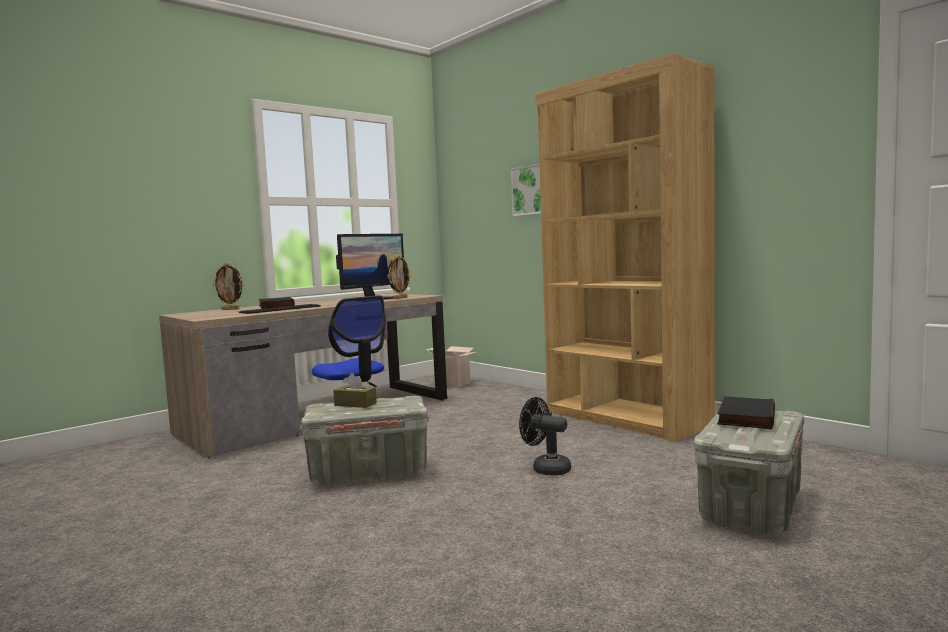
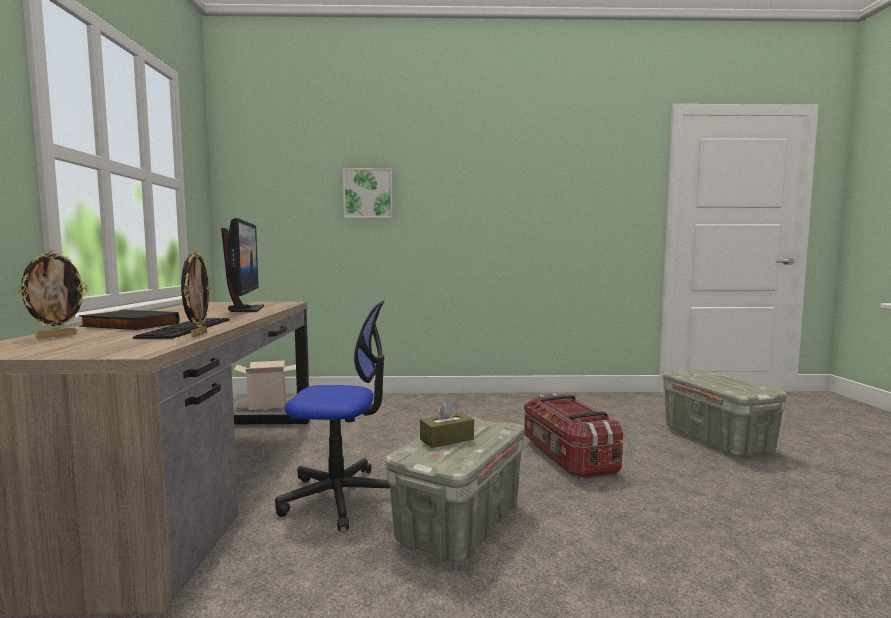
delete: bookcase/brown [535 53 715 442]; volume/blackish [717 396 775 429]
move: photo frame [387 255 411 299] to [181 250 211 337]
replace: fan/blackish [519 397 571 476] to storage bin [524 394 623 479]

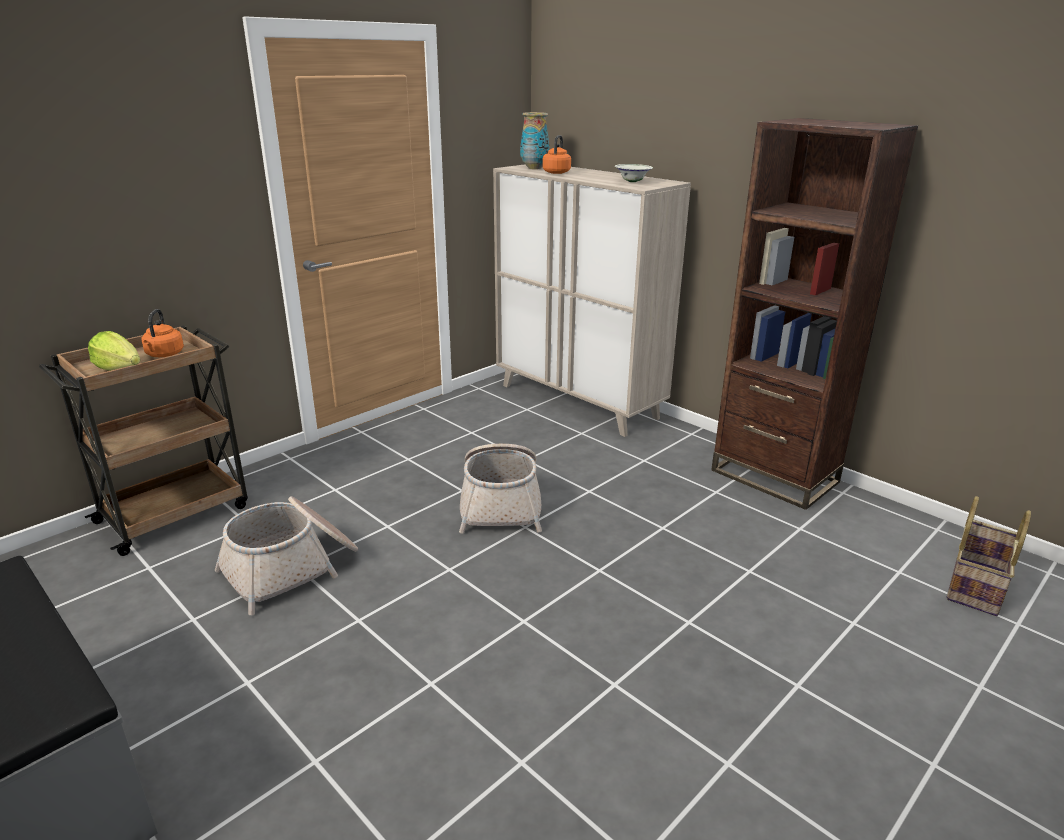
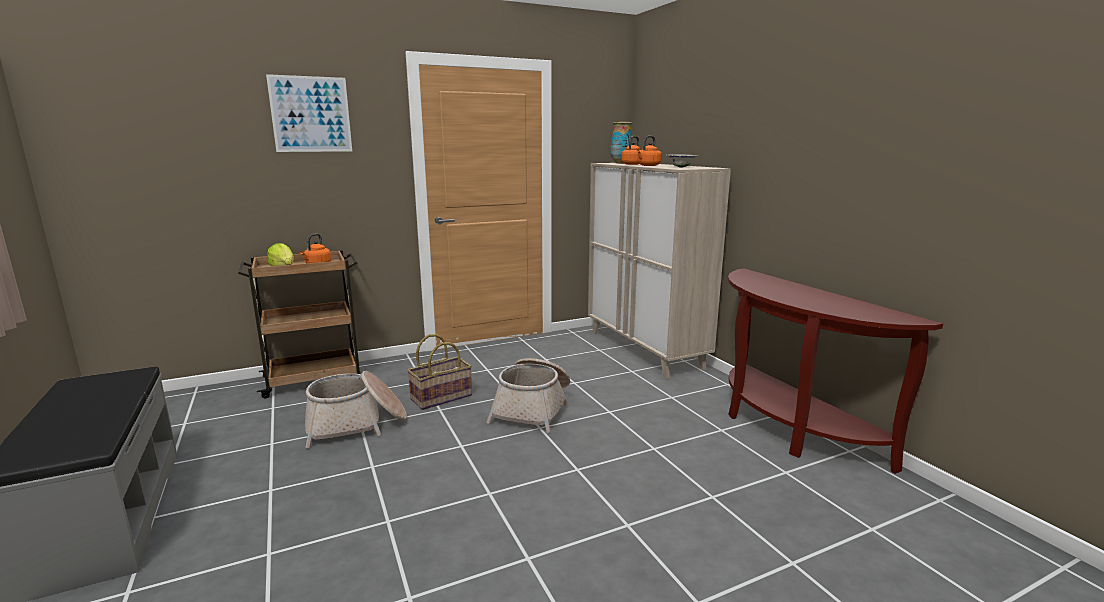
insert: wall picture [266 74 352 152]; water kettle/orangey [637 136 662 166]
move: household basket [946 496 1031 616] to [407 334 472 410]
replace: bookcase/brown [711 118 918 510] to narrow table/brown [728 269 943 474]

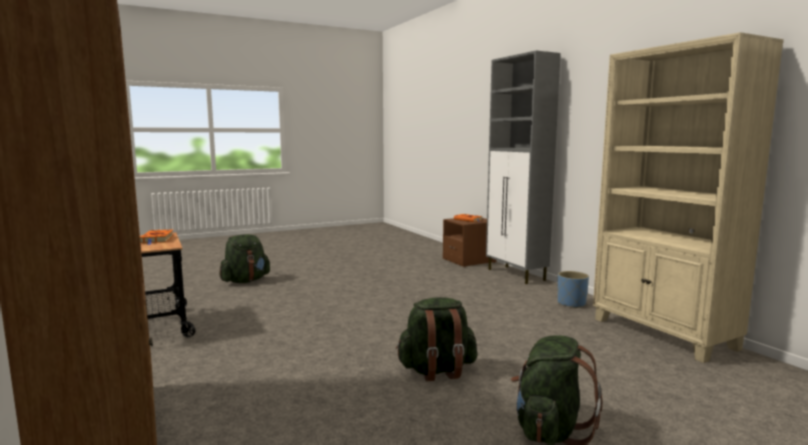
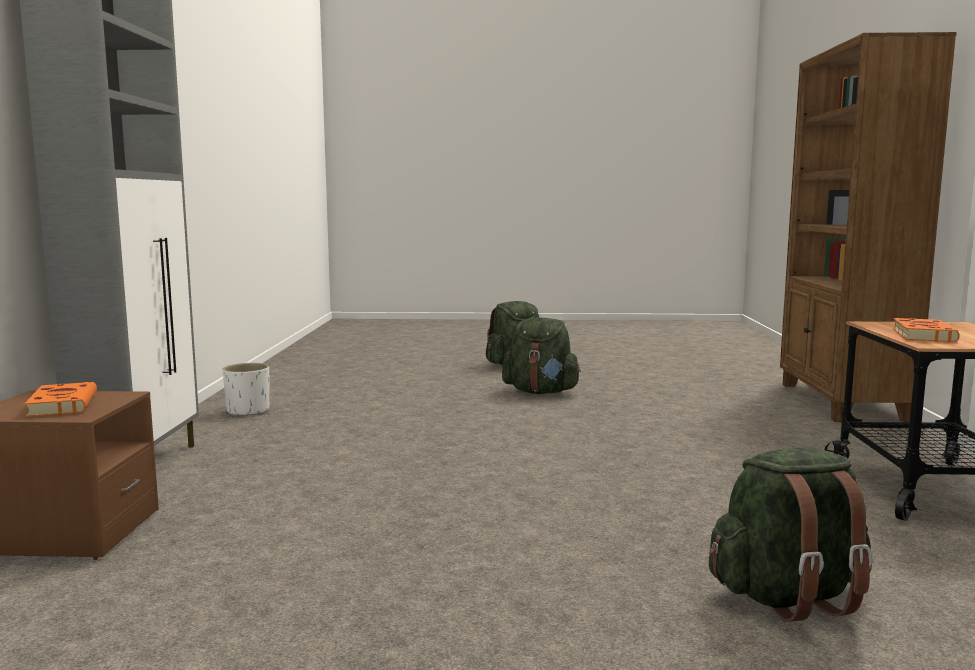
delete: bookcase/sand-coloured [593 32 784 363]
recolor: planter/blue-coloured [558 271 589 308] to planter/white-coloured [222 363 269 416]

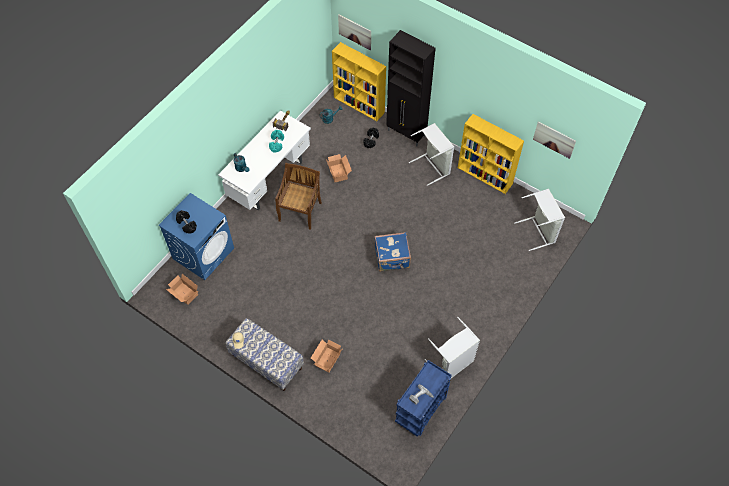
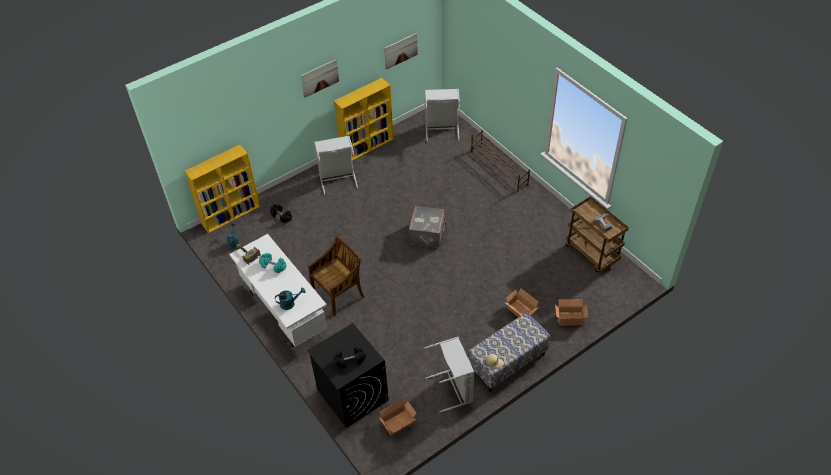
delete: storage cabinet/blackish [386 30 436 146]
insert: shoe rack/brown [471 130 530 192]
move: wall picture [338 14 371 50] to [301 59 339 97]; laundry basket/gray [425 317 480 378] to [425 337 474 412]; cardboard box [326 154 352 182] to [555 299 588 325]
recolor: washing machine/blue-coloured [159 193 234 280] to washing machine/blackish [307 323 389 428]; travel case/blue-coloured [375 232 411 272] to travel case/gray [409 206 446 248]; cart/blue-coloured [395 360 452 437] to cart/brown [566 196 629 272]
rotate: plain chair/brown [275 163 322 230] = [308 236 364 316] 105 degrees clockwise

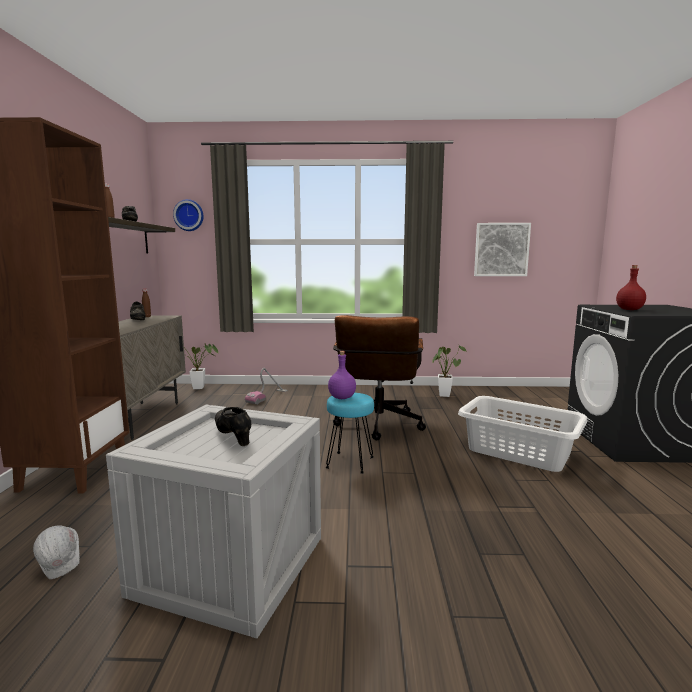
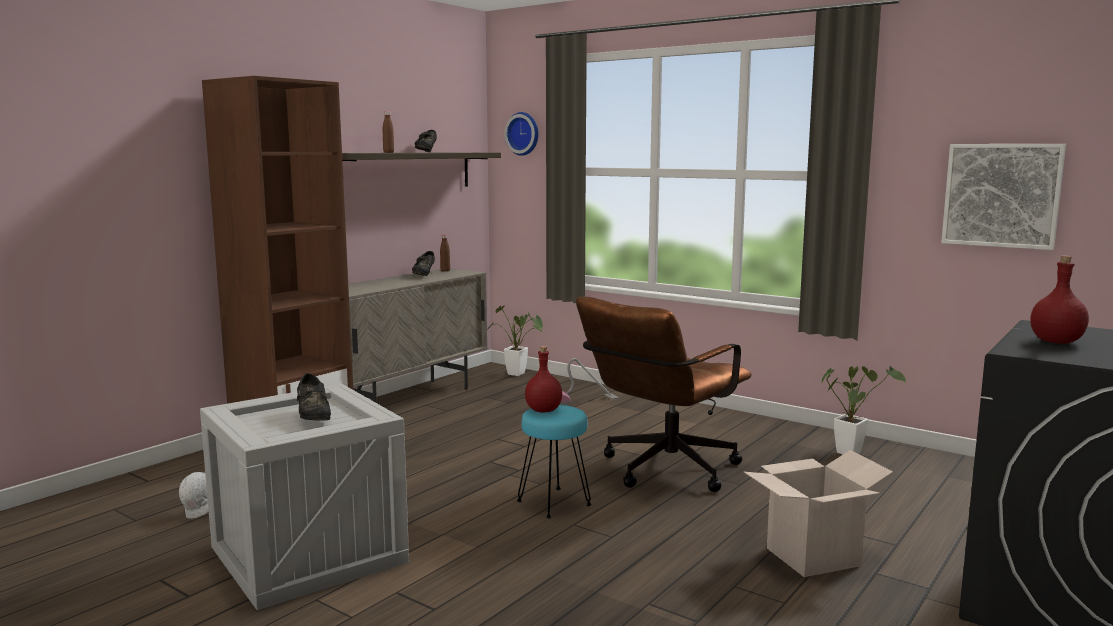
replace: laundry basket/white-coloured [458 396 587 472] to cardboard box [744 450 893 577]
recolor: bottle/purple [328 351 356 399] to bottle/red-coloured [525 346 562 412]
rotate: item of footwear/blackish [215 407 251 446] = [297 373 331 421] 150 degrees clockwise

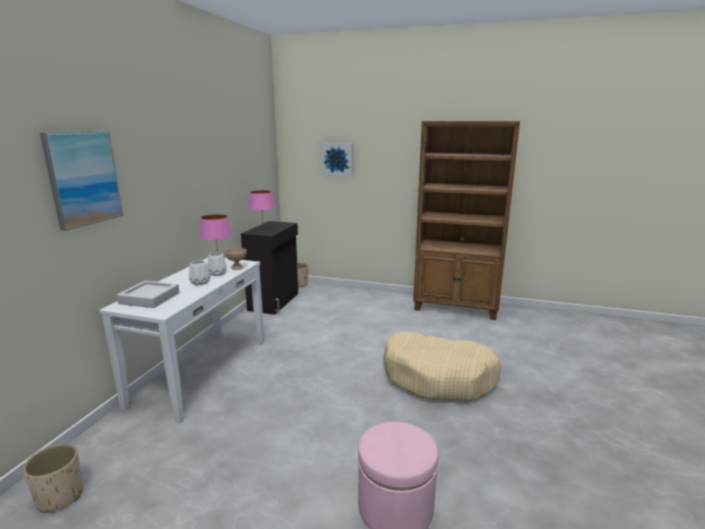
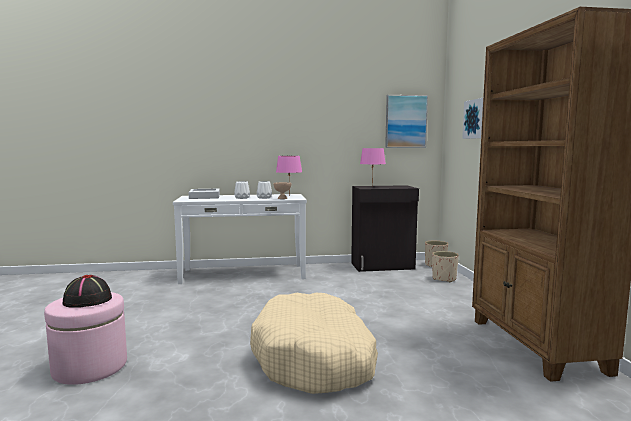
insert: wearable hat/blackish [63 275 112 308]
move: wall picture [40 131 123 231] to [385 95 428 148]; planter/sand-coloured [23 444 84 513] to [432 251 459 282]

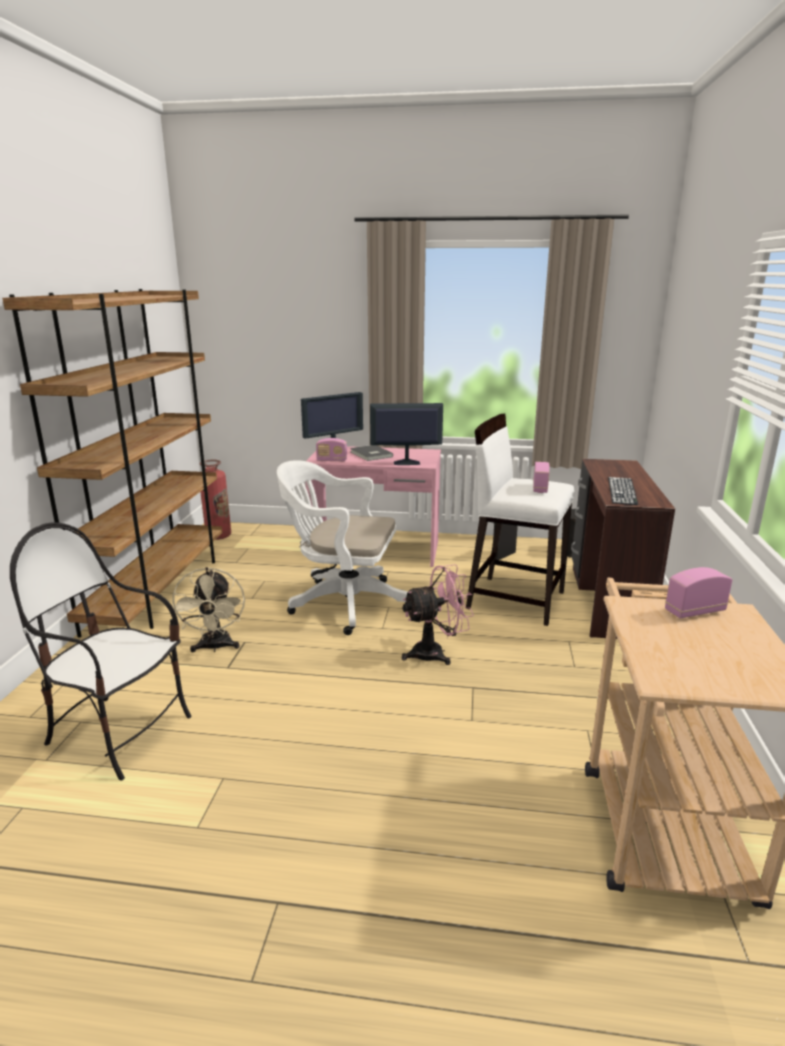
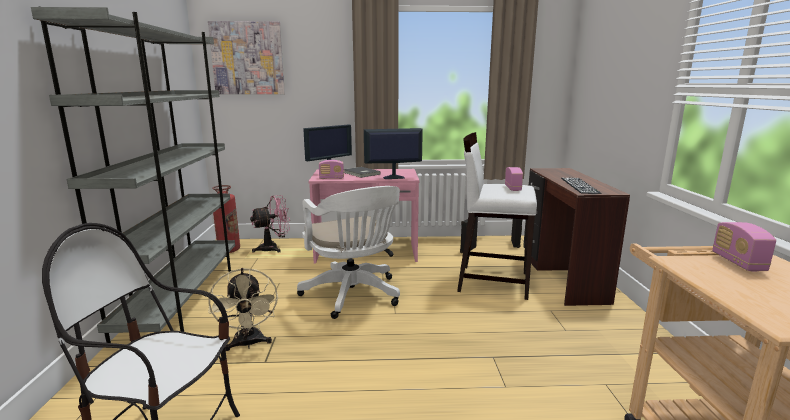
insert: wall picture [208 21 285 94]
move: fan/pinkish [402 564 473 665] to [250 195 290 253]
recolor: bookcase/brown [2 289 222 638] to bookcase/gray [31 7 235 343]
rotate: desk chair/white-coloured [277 460 408 635] = [297 186 400 319] 120 degrees counterclockwise; radio set [665 567 732 619] = [712 222 776 272] 60 degrees counterclockwise

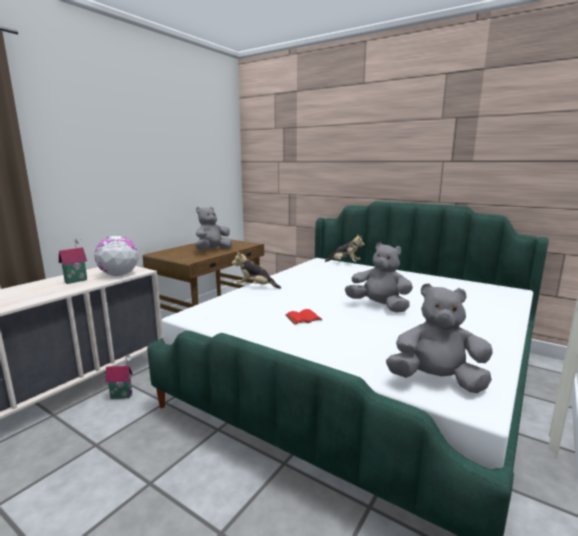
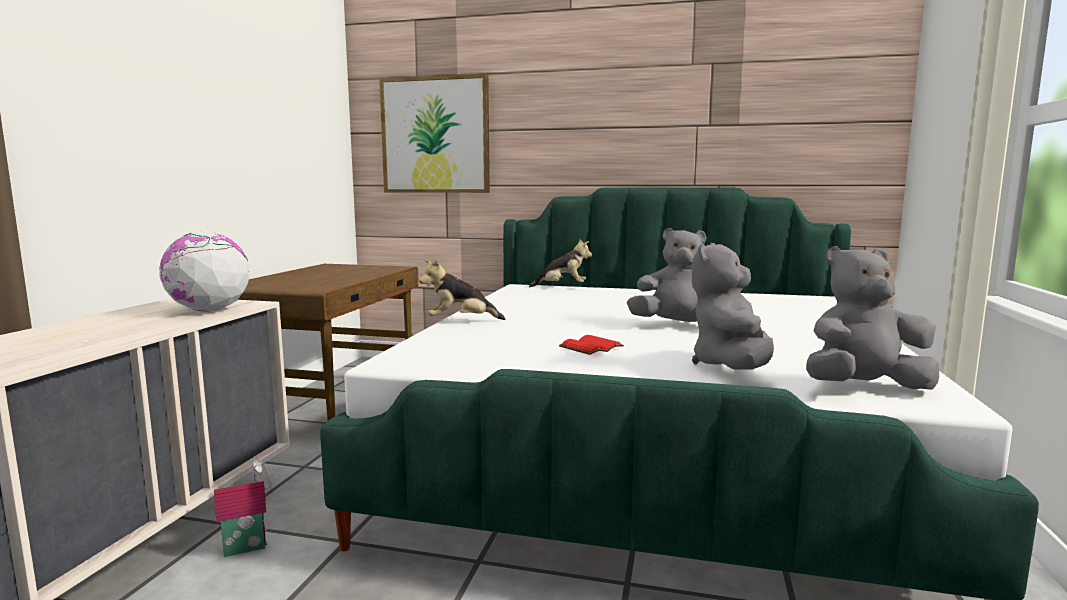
delete: toy house [59 238 87 284]
insert: wall picture [379 74 490 193]
move: soft toy/gray [195 207 232 250] to [692 243 774 370]

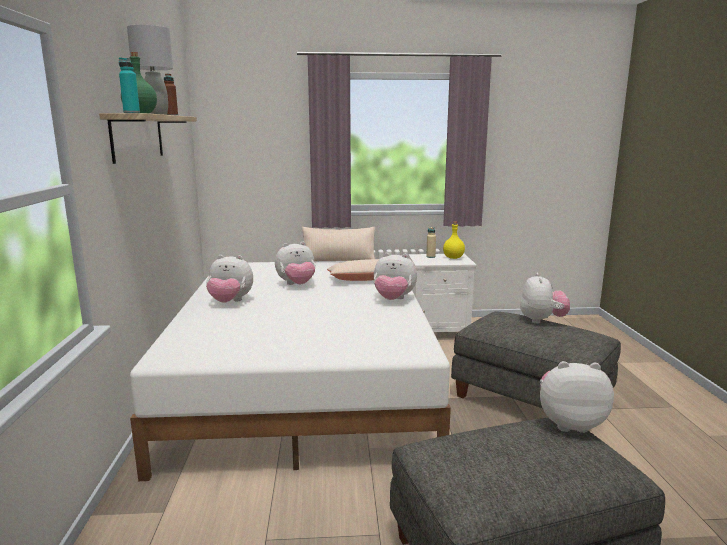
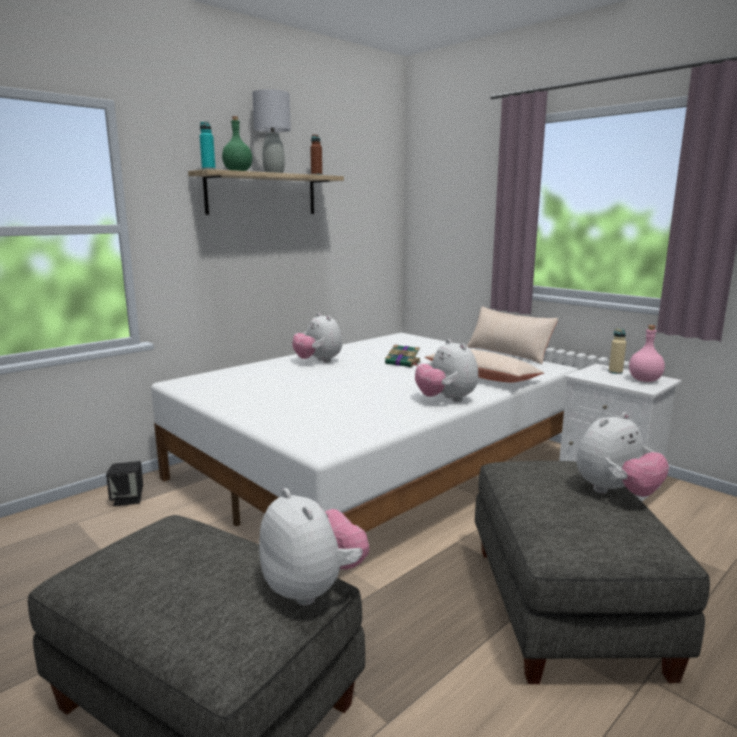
insert: loudspeaker/blackish [106 461 143 506]
replace: soft toy [275 242 316 285] to volume [385 344 421 367]
recolor: bottle/yellow [443 222 465 259] to bottle/pinkish [629 325 665 382]

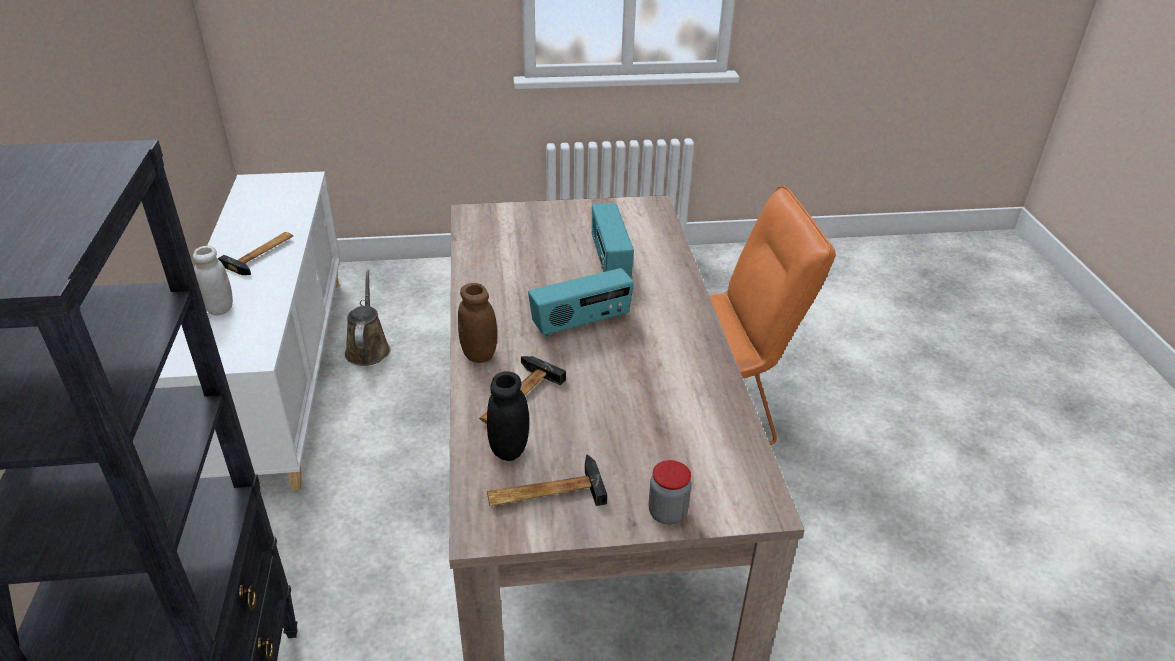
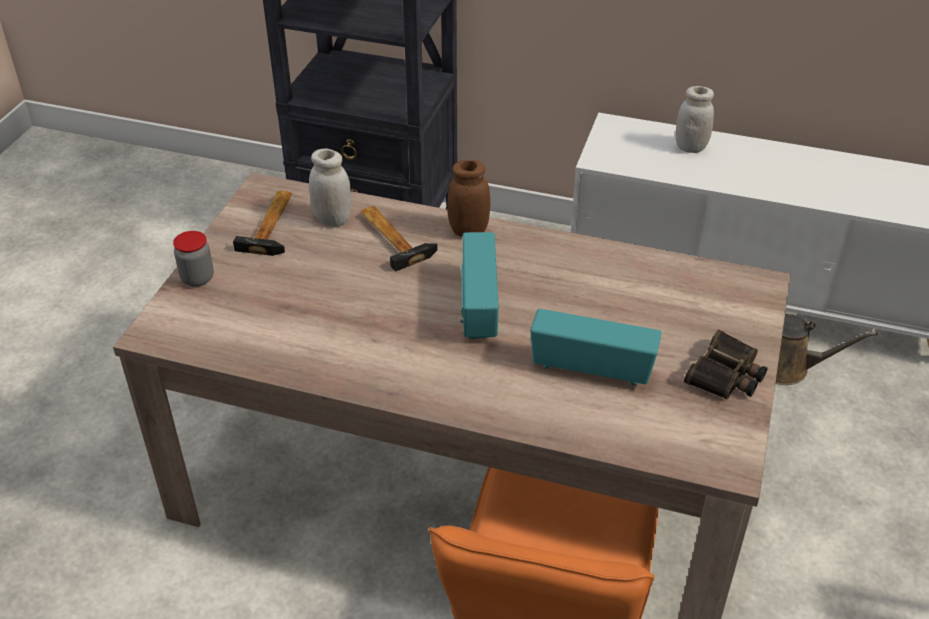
delete: hand hammer [218 232 293 275]
insert: field glasses [684 329 768 399]
recolor: storage jar/blackish [487 371 529 461] to storage jar/white-coloured [309 149 352 227]

